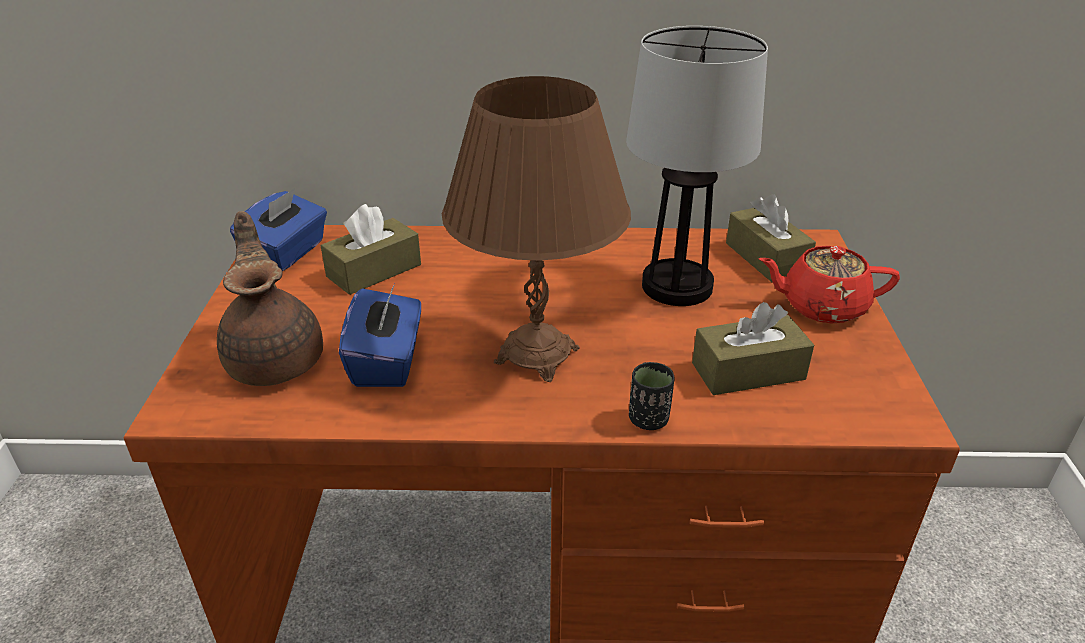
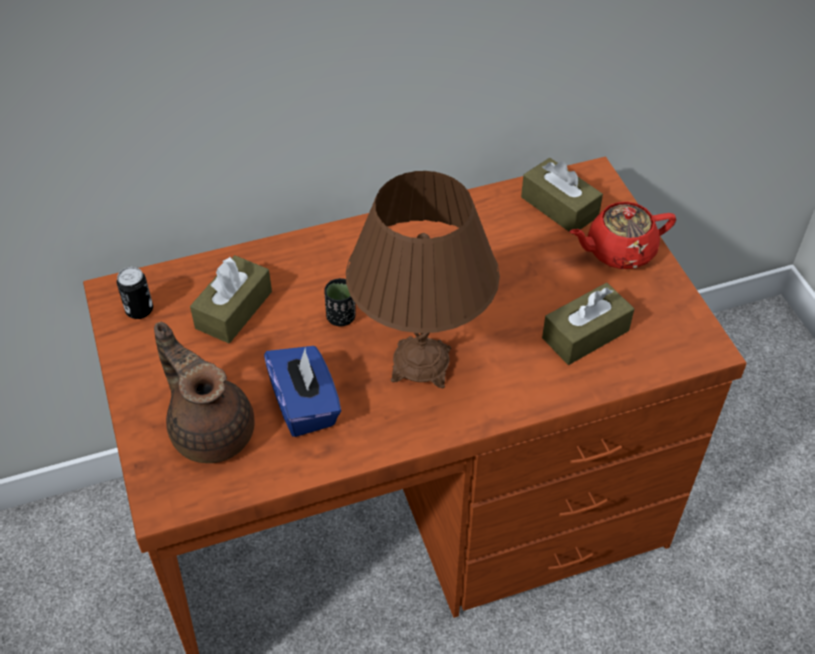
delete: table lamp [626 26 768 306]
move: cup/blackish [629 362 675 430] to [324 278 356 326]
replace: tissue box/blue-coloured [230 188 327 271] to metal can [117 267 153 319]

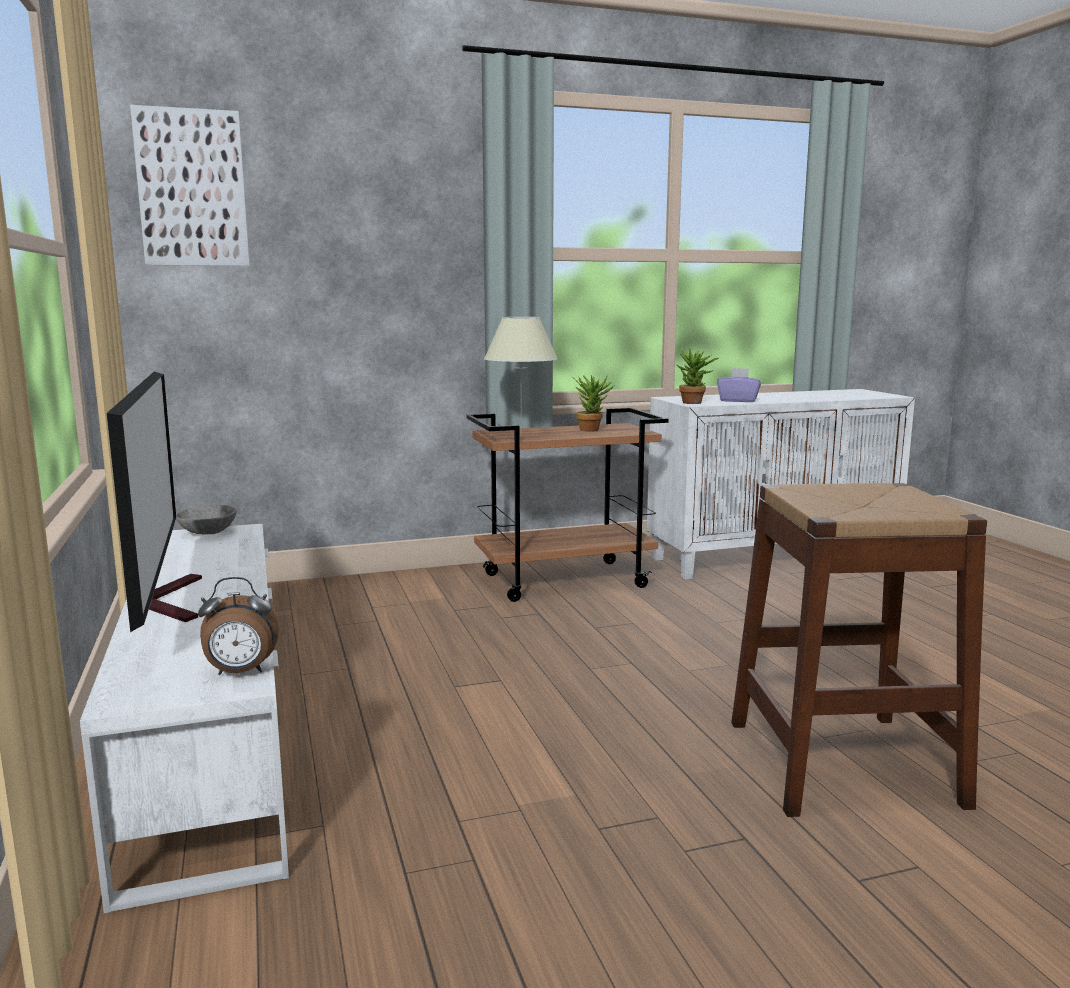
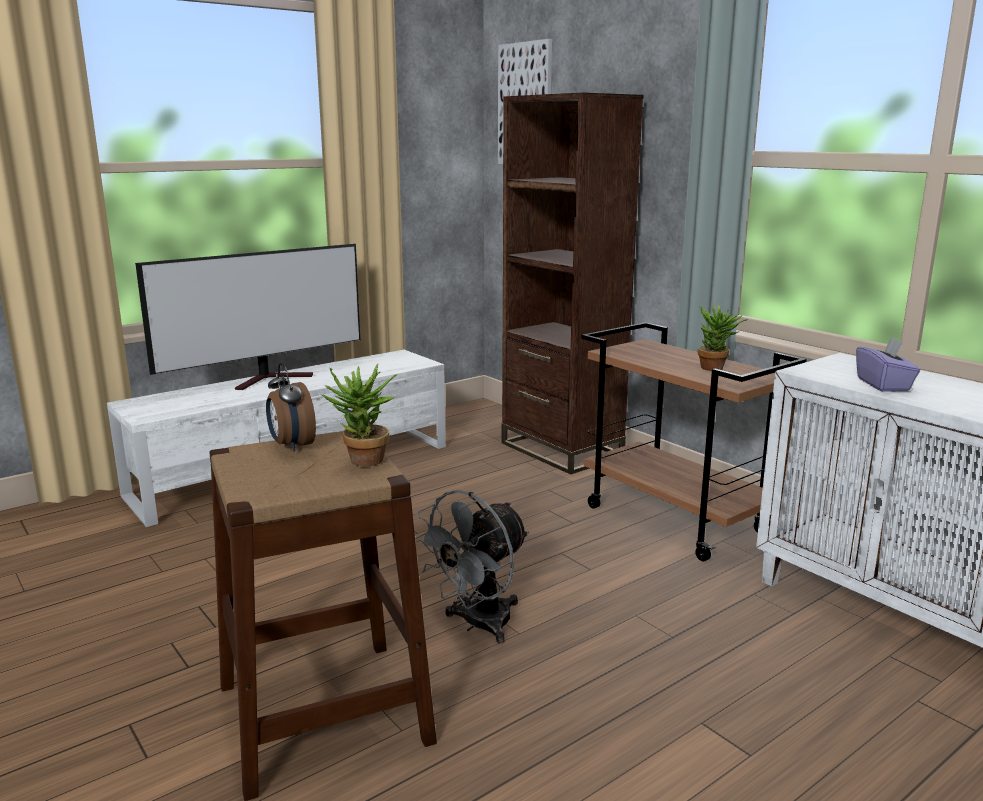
delete: deep dish/gray [176 505 237 534]; table lamp/sand-coloured [484 317 558 434]
insert: fan/gray [415 489 529 643]; bookcase/brown [502 93 644 475]
move: bedside clock [198 577 279 675] to [266 363 316 452]; houseplant [677 348 719 404] to [322 364 398 467]

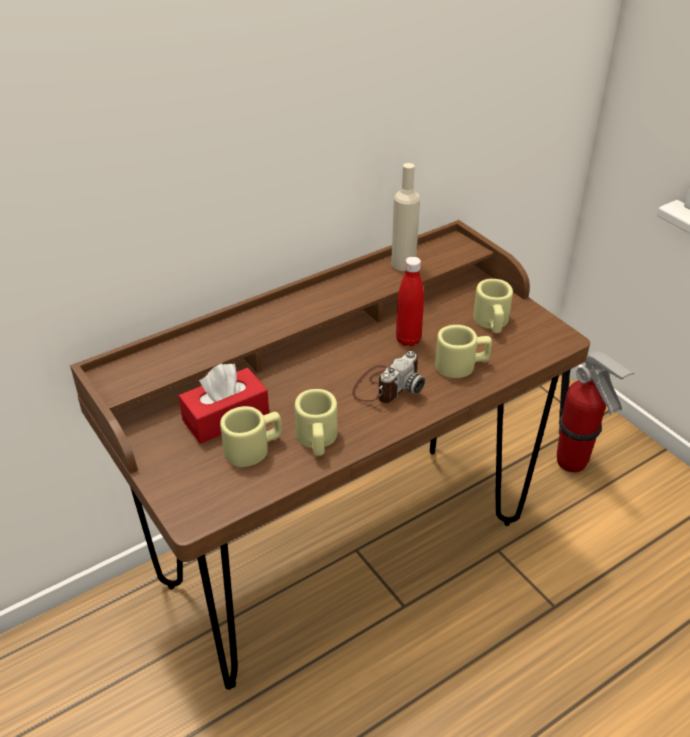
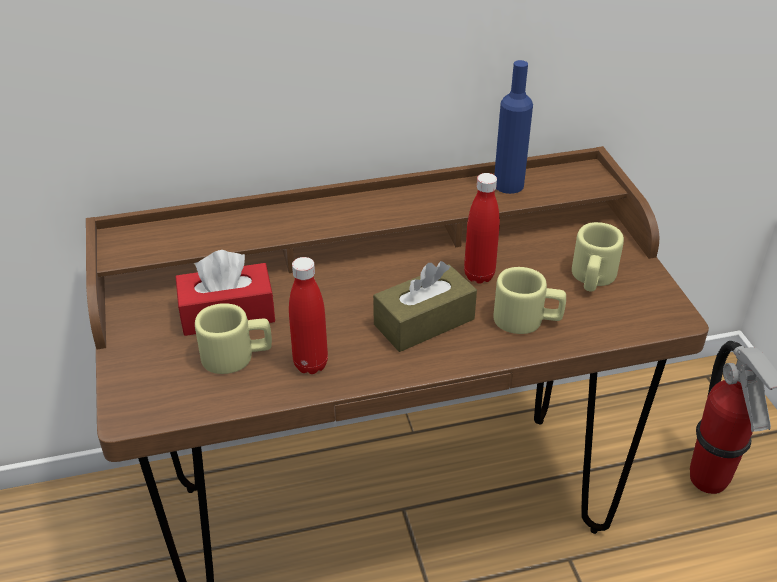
replace: tea mug/sand-coloured [295 389 337 456] to bottle/red-coloured [289 257 328 374]; photo camera [352 351 425 403] to tissue box/brown [373 261 477 352]
recolor: bottle/sand-coloured [391 163 420 271] to bottle/blue-coloured [494 60 533 194]

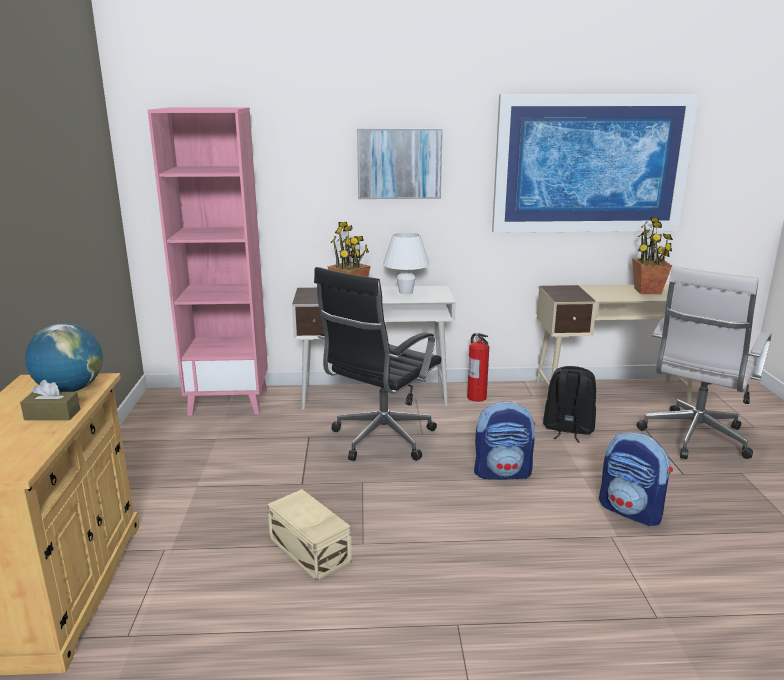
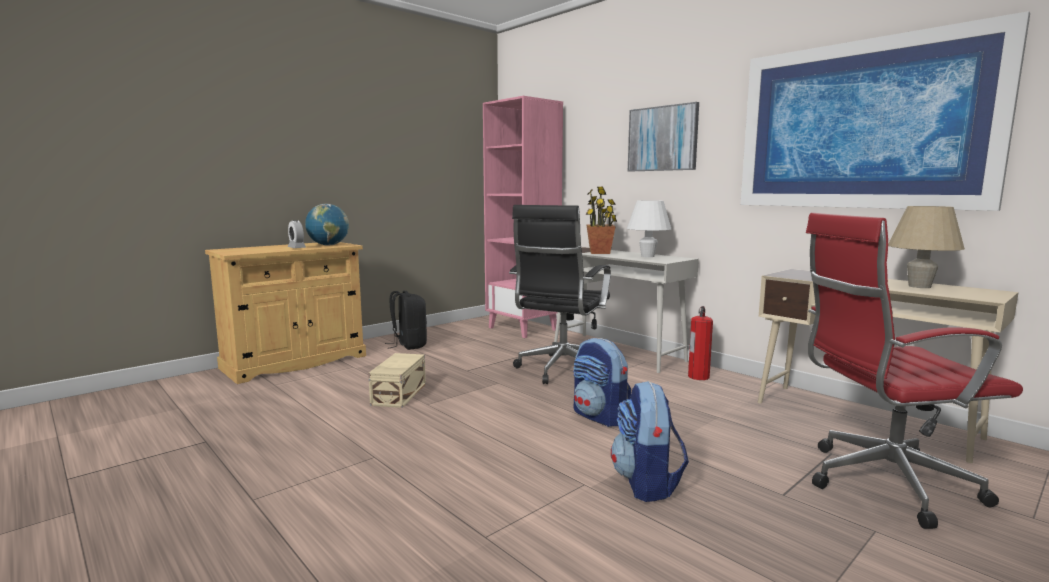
move: backpack/blackish [543 366 596 442] to [385 291 427 350]
replace: tissue box/brown [20 380 80 420] to bedside clock [288 220 306 248]; houseplant [632 217 673 294] to table lamp/sand-coloured [888 206 965 288]
recolor: desk chair/white-coloured [637 266 772 459] to desk chair/red-coloured [806 213 1023 529]
rotate: desk chair/blackish [314 267 442 461] = [509 205 611 384] 60 degrees counterclockwise

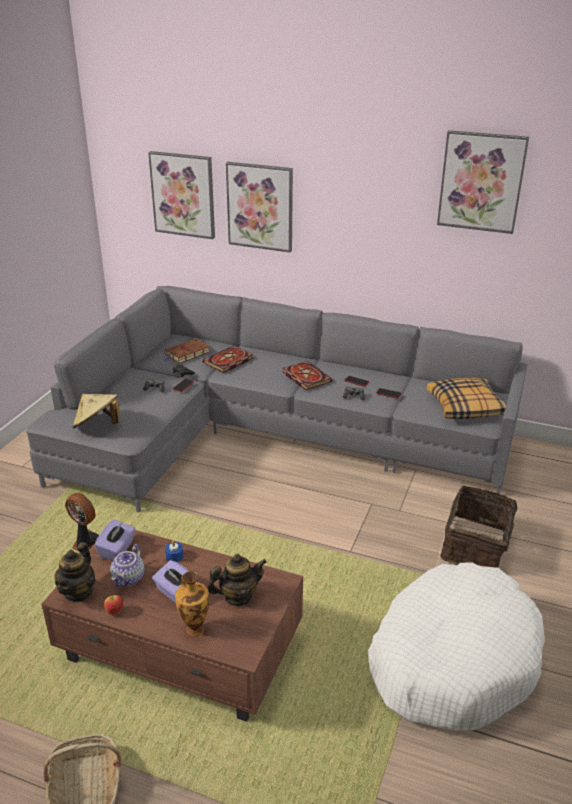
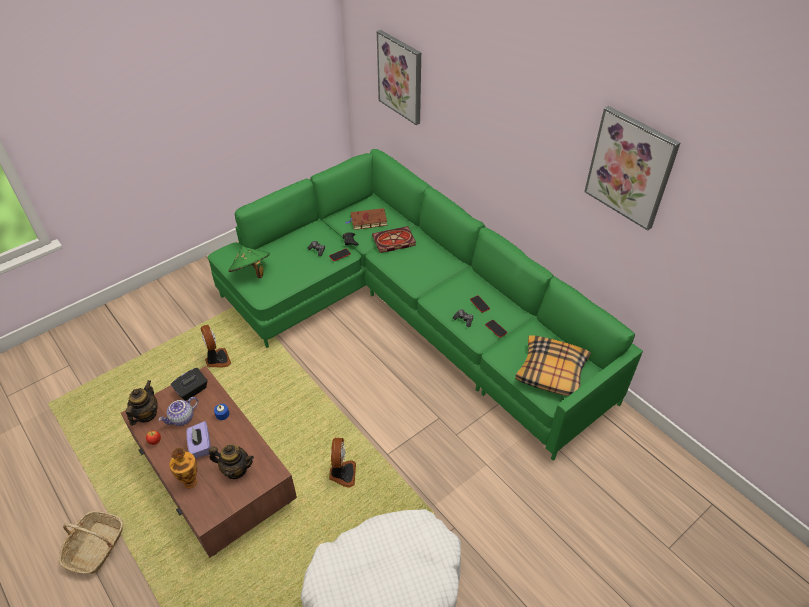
delete: wall picture [226 162 293 253]; volume [282 361 332 390]; household basket [440 485 531 568]
insert: fan [329 438 356 488]
recolor: tissue box/purple [94 519 135 561] to tissue box/blackish [171 368 208 401]; settee/gray [26 286 528 512] to settee/green [208 149 643 461]; wearable hat/sand-coloured [72 394 120 428] to wearable hat/green [228 246 270 279]
rotate: teapot [55 542 96 603] = [126 380 158 426] 150 degrees clockwise

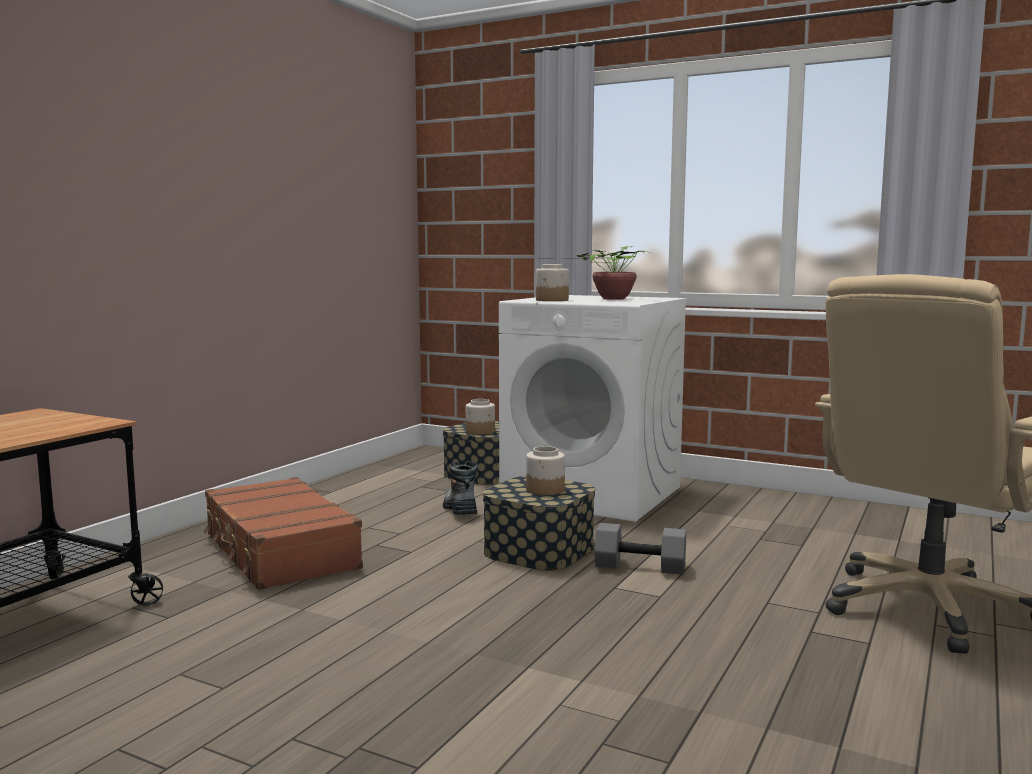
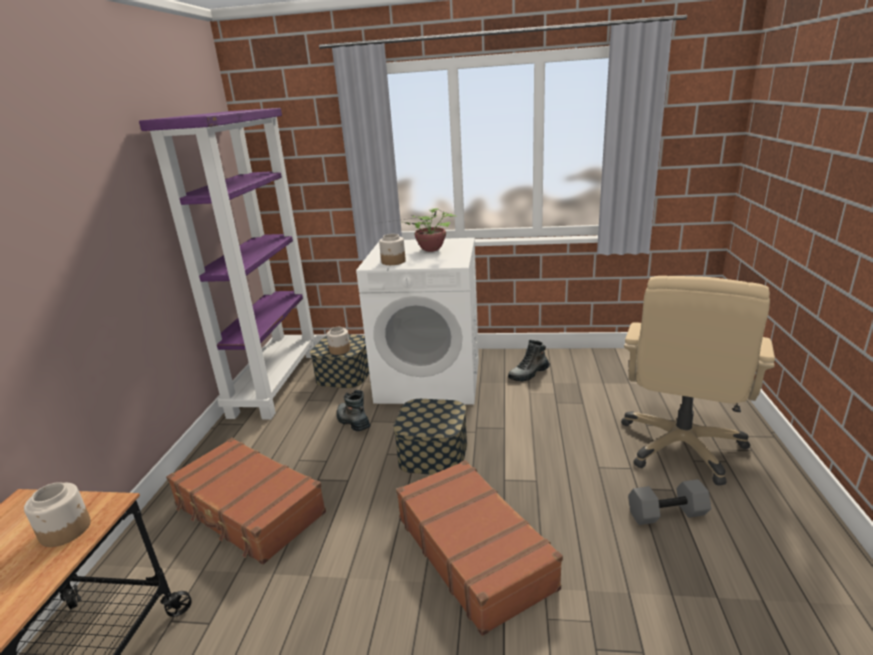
insert: bookcase/purple [139 108 317 420]; travel case/brown [396 460 563 636]; high-top boot [508 340 550 381]
move: storage jar [526 446 565 495] to [24 482 91 547]; dumbbell/gray [594 523 686 575] to [628 479 711 525]

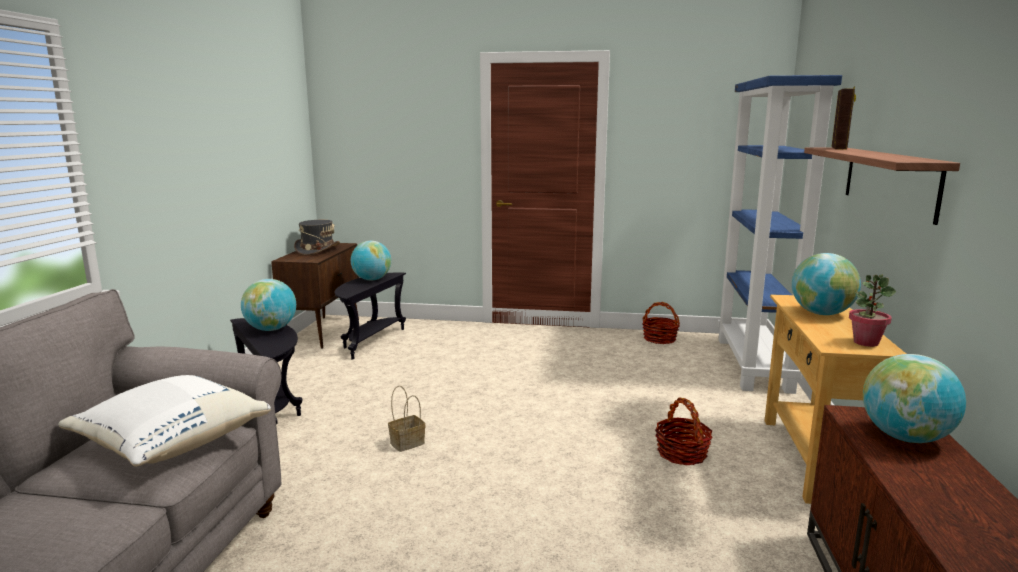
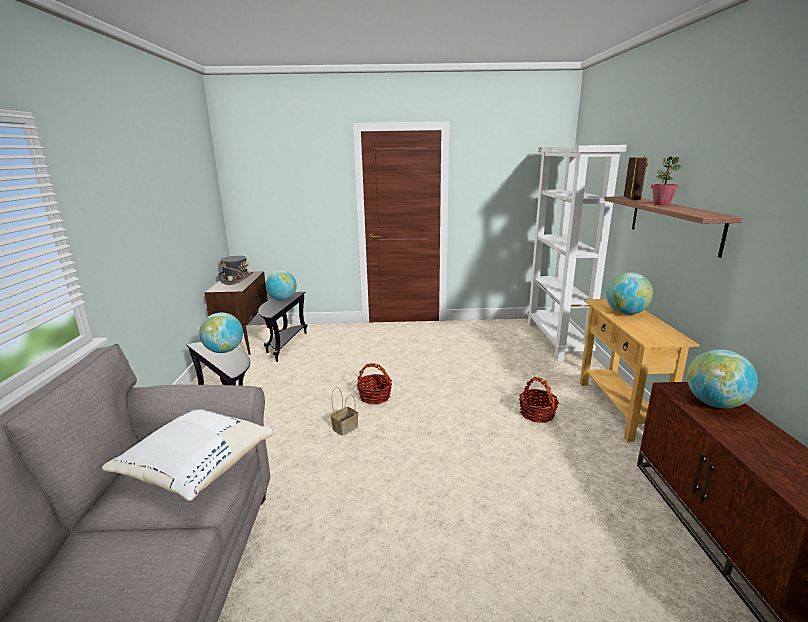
move: household basket [642 302 680 344] to [357 363 392 404]; houseplant [849 275 896 347] to [651 156 682 205]
recolor: bookcase/blue-coloured [717 75 842 394] to bookcase/white-coloured [527 145 627 361]

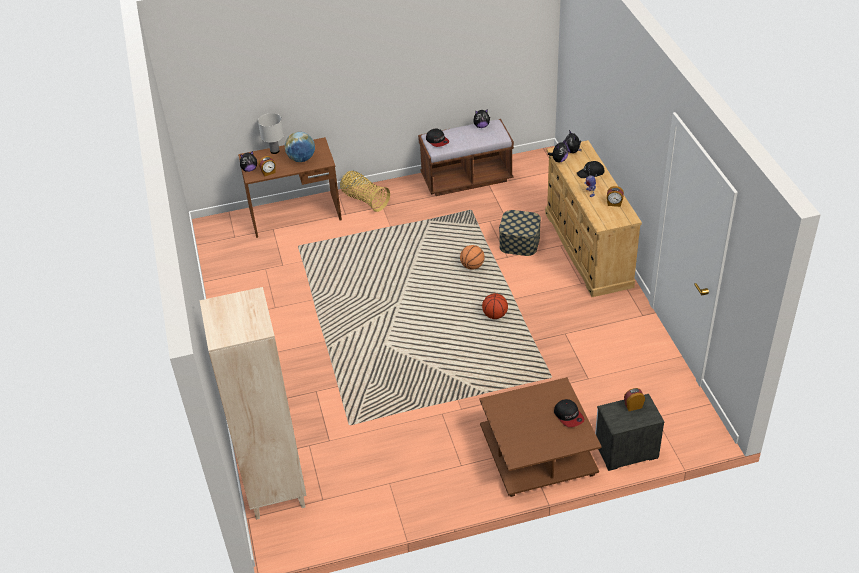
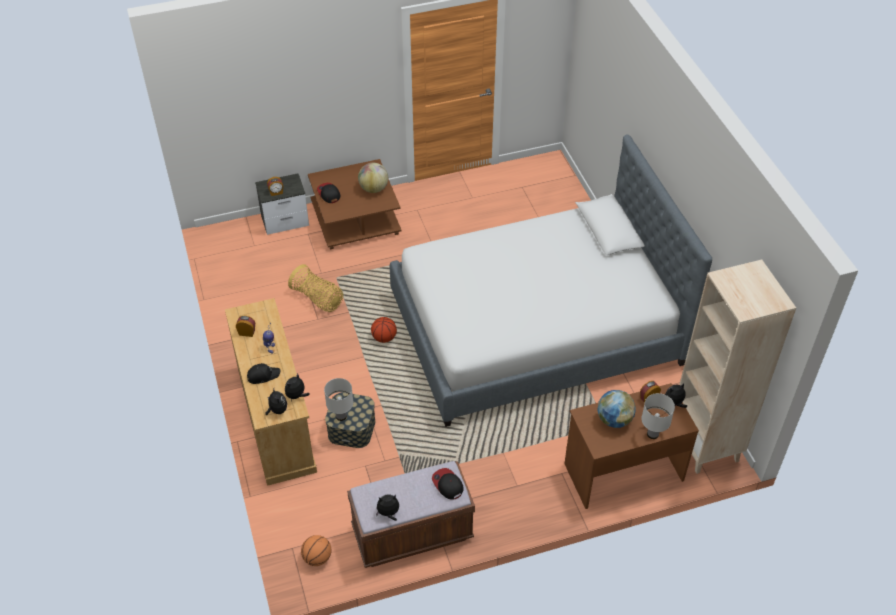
insert: table lamp/white-coloured [324 378 353 421]; globe [358 163 388 193]; bed [390 134 712 427]
move: household basket [340 171 390 212] to [288 264 343 312]; basketball [460 245 485 270] to [301 535 332 566]; bookcase/sand-coloured [200 287 307 520] to [679 260 796 474]

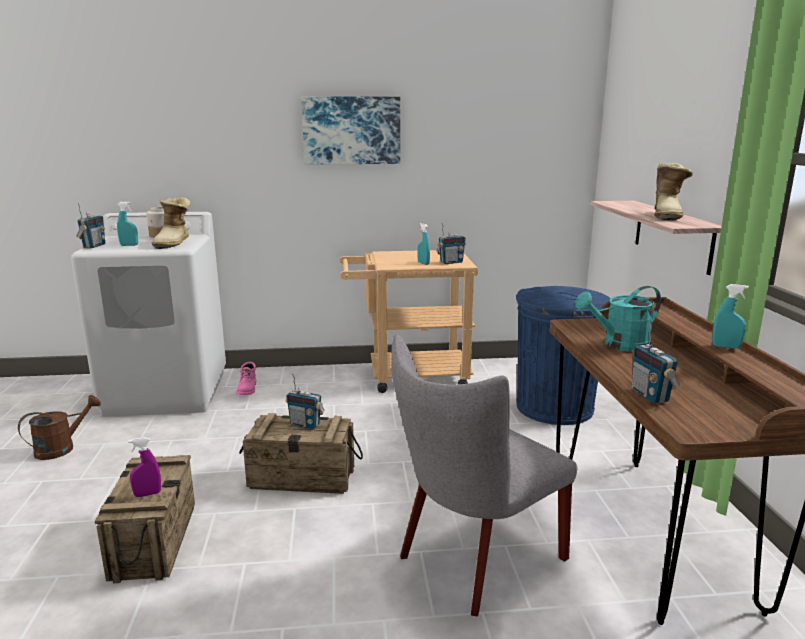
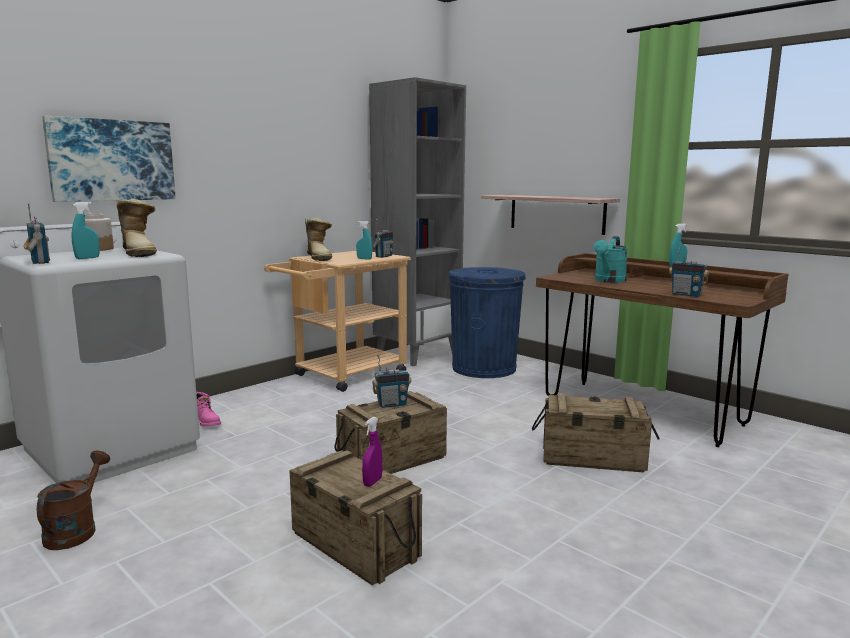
insert: bookcase/gray [369 77 466 366]
move: wall picture [301 96 400 165] to [42 116 176 202]; high-top boot [654 163 693 220] to [305 218 333 261]
replace: plain chair/gray [391 334 577 617] to packing crate [532 393 660 473]

